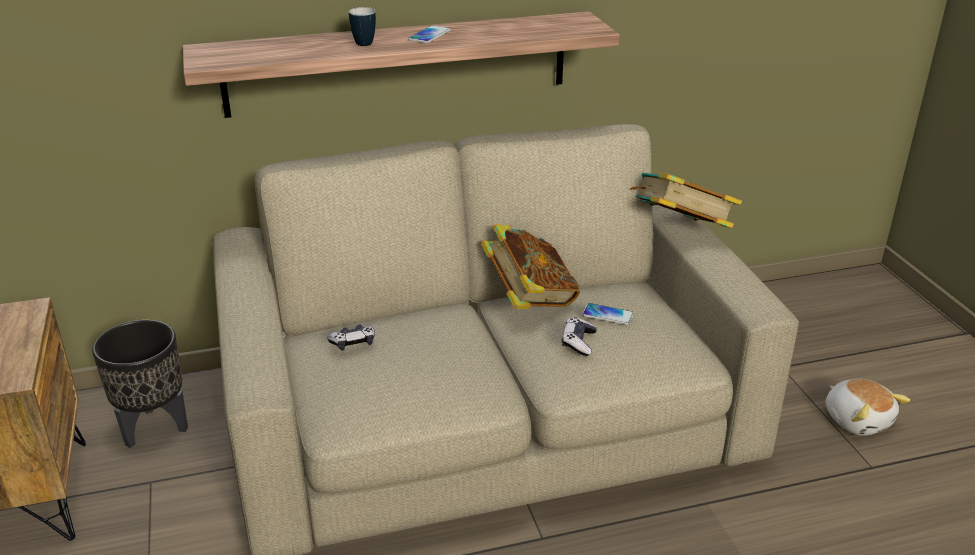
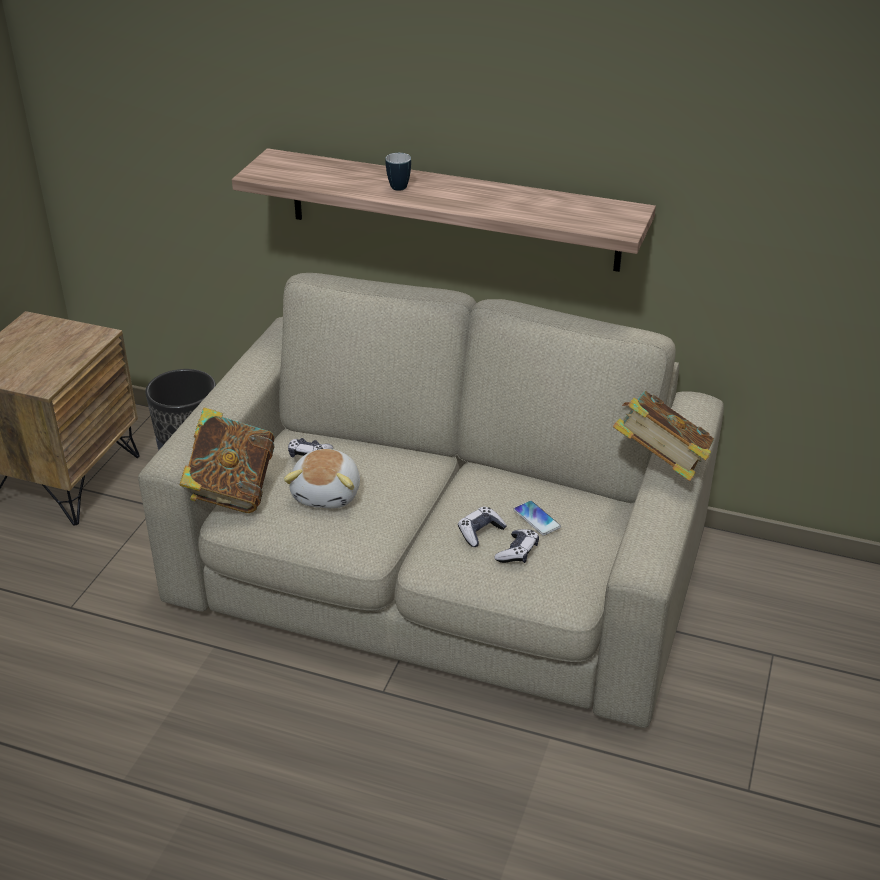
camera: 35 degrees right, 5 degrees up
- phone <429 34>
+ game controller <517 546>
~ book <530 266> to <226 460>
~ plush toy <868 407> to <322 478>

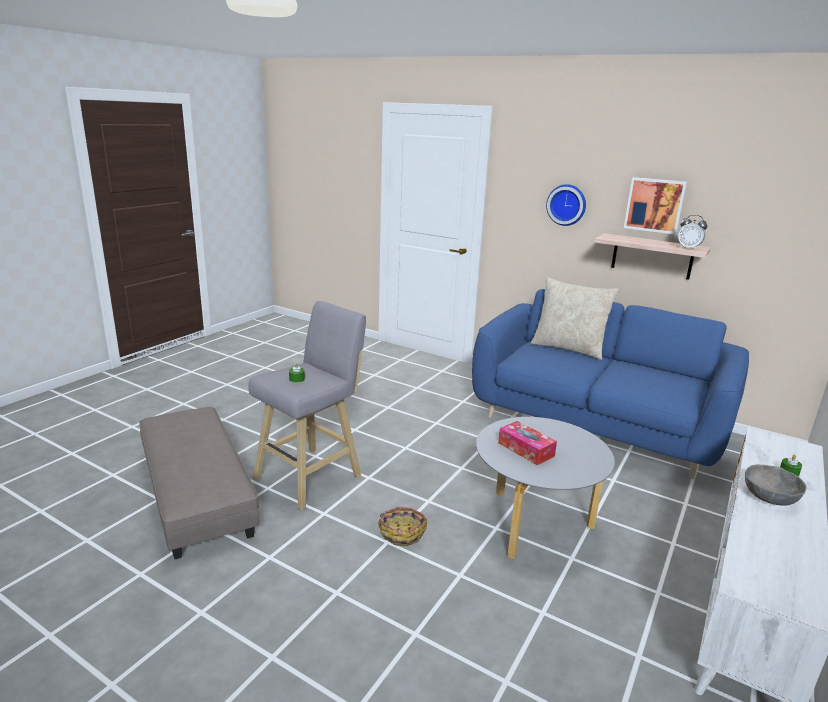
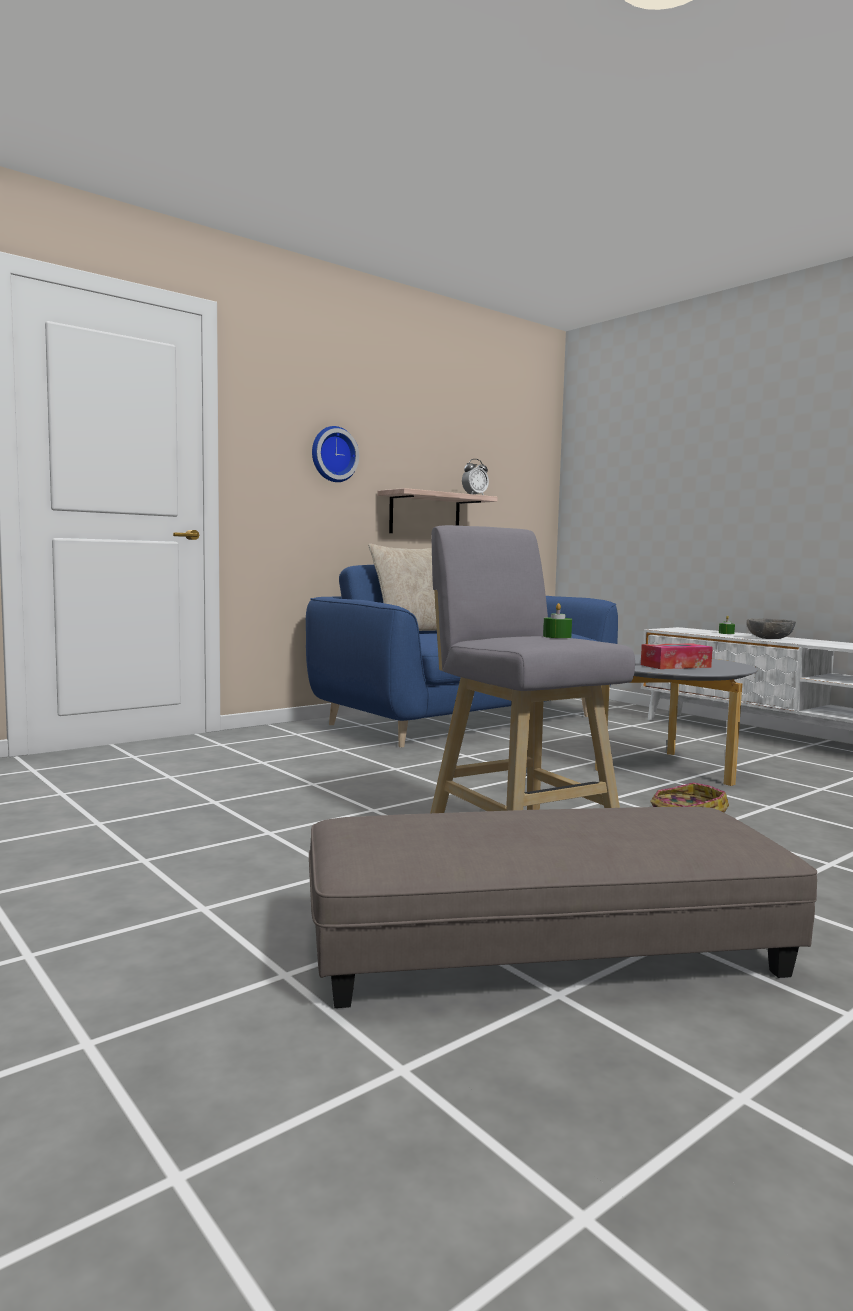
camera: 70 degrees left, 15 degrees down
- picture <655 205>

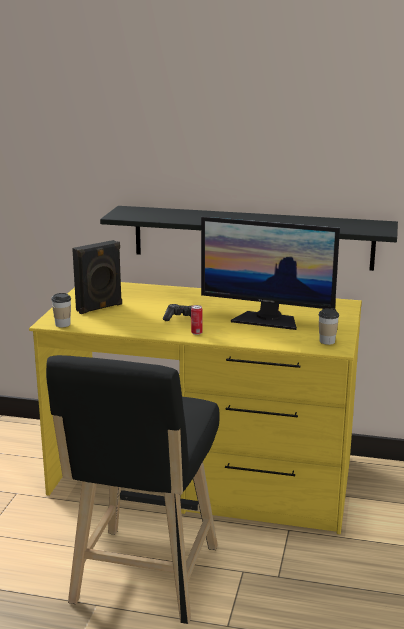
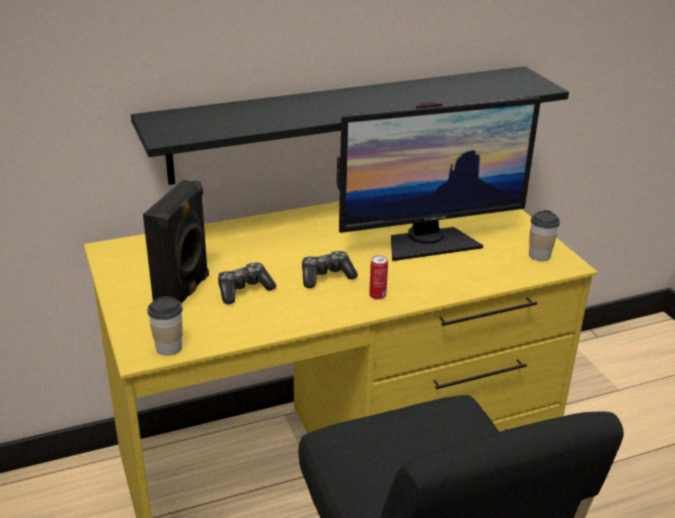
camera: 35 degrees left, 10 degrees up
+ game controller <247 283>

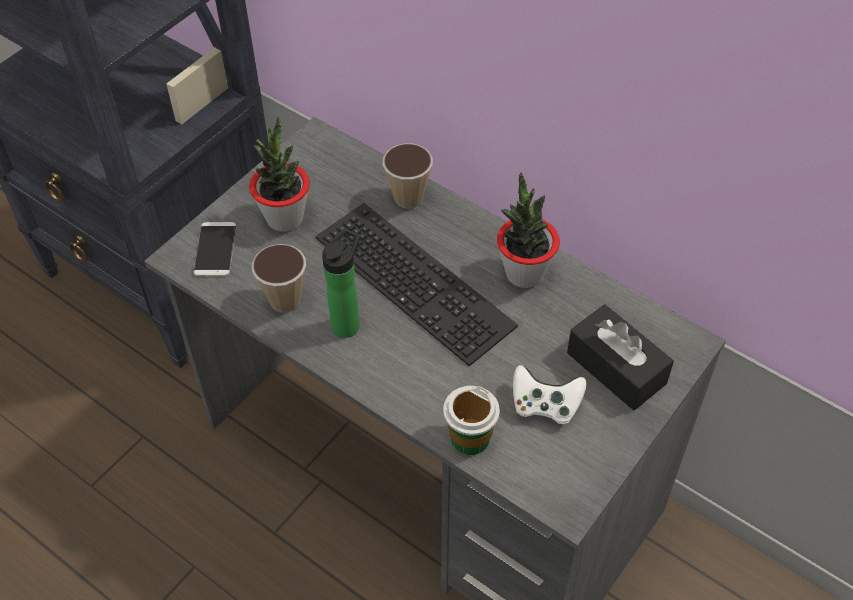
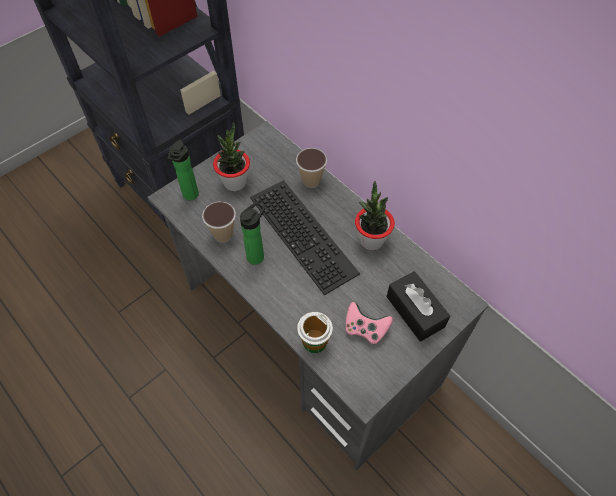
camera: 10 degrees right, 5 degrees up
~ phone <215 249> to bottle <183 170>
~ white game controller <549 394> to pink game controller <369 323>

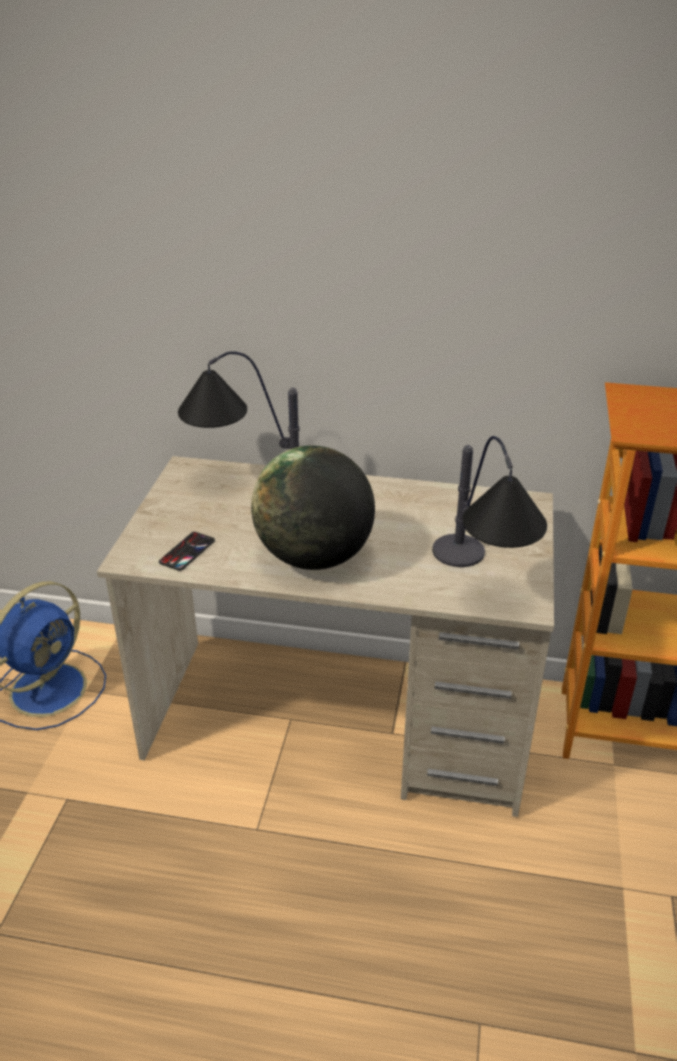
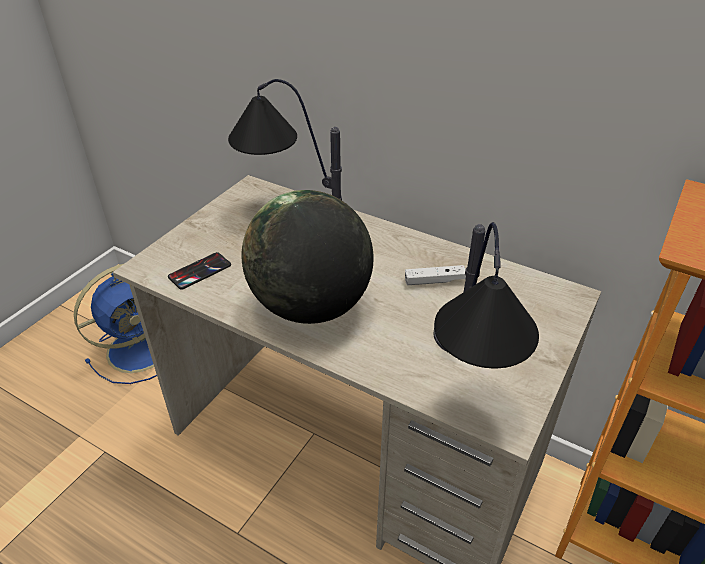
camera: 20 degrees right, 5 degrees up
+ white game controller <435 275>

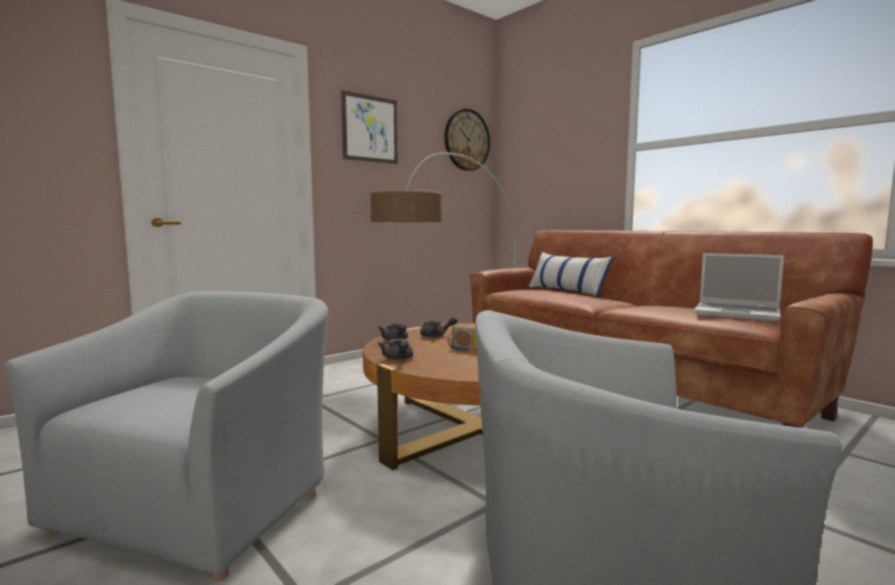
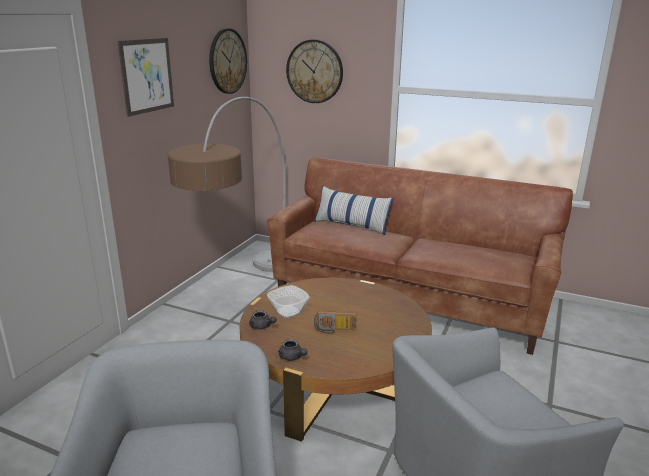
camera: 25 degrees left, 15 degrees up
- laptop <739 287>
+ wall clock <314 71>
~ grey teapot <439 327> to bowl <288 301>

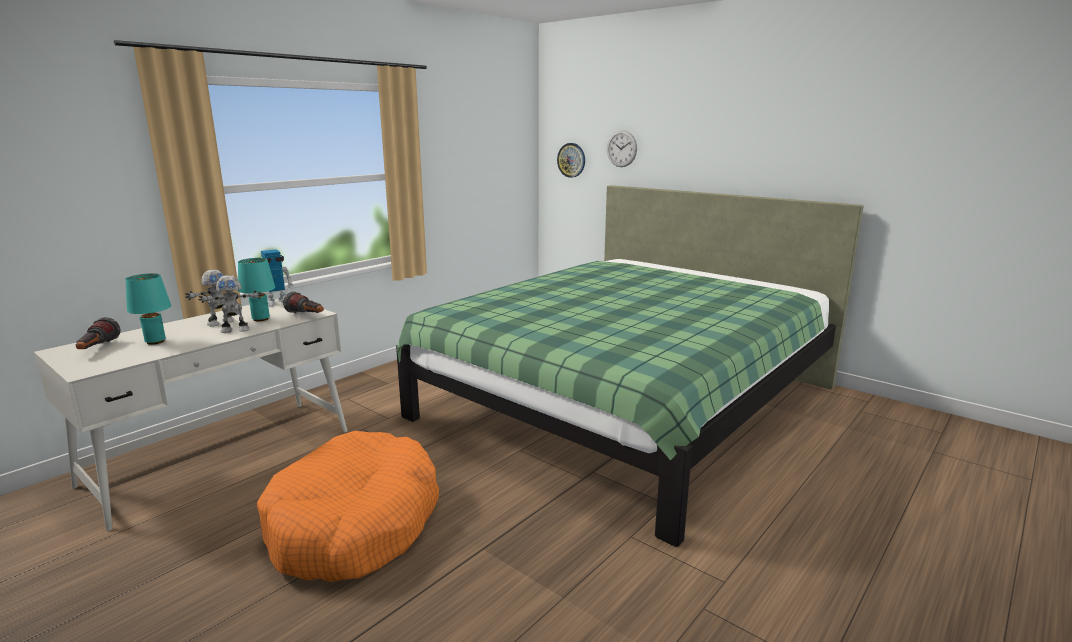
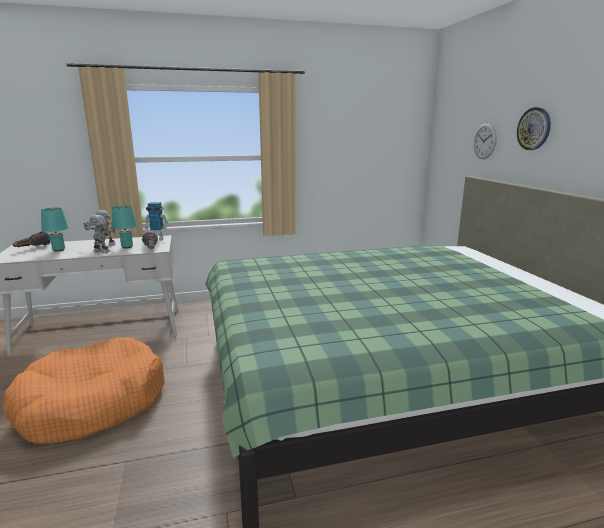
camera: 35 degrees right, 0 degrees up
~ wall clock <571 160> to <534 128>

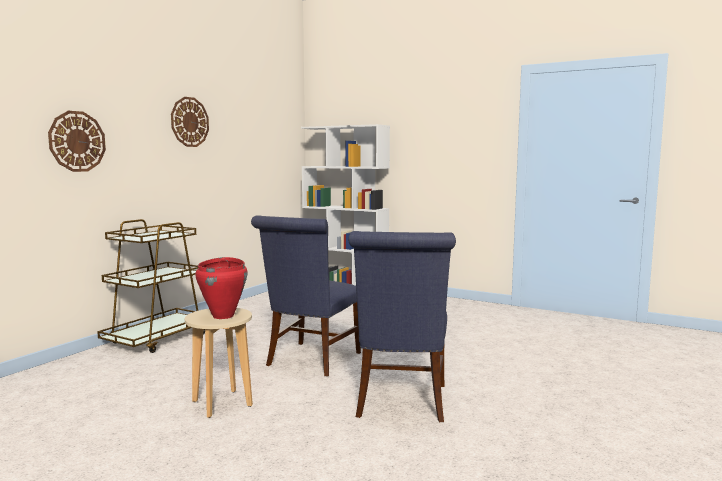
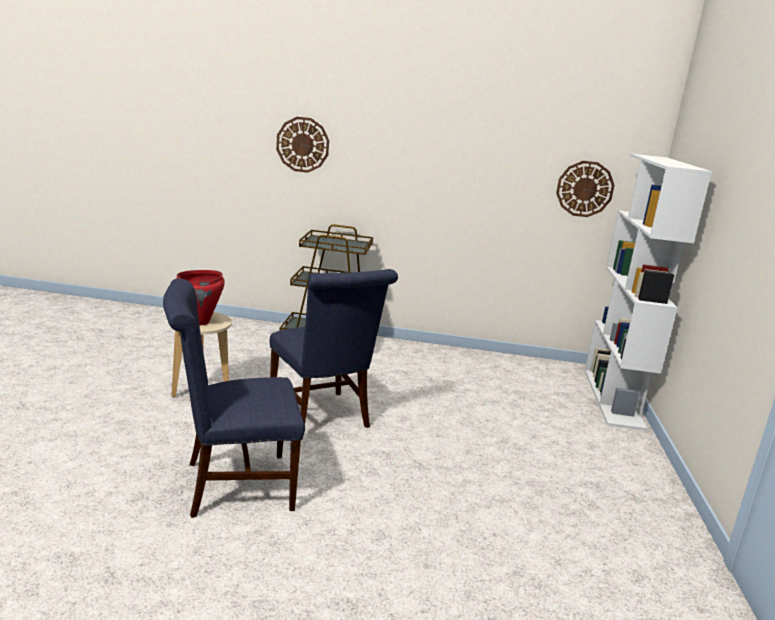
camera: 65 degrees right, 10 degrees up
~ wall clock <190 122> to <585 189>
~ blue chair <306 295> = <333 354> 120 degrees counterclockwise

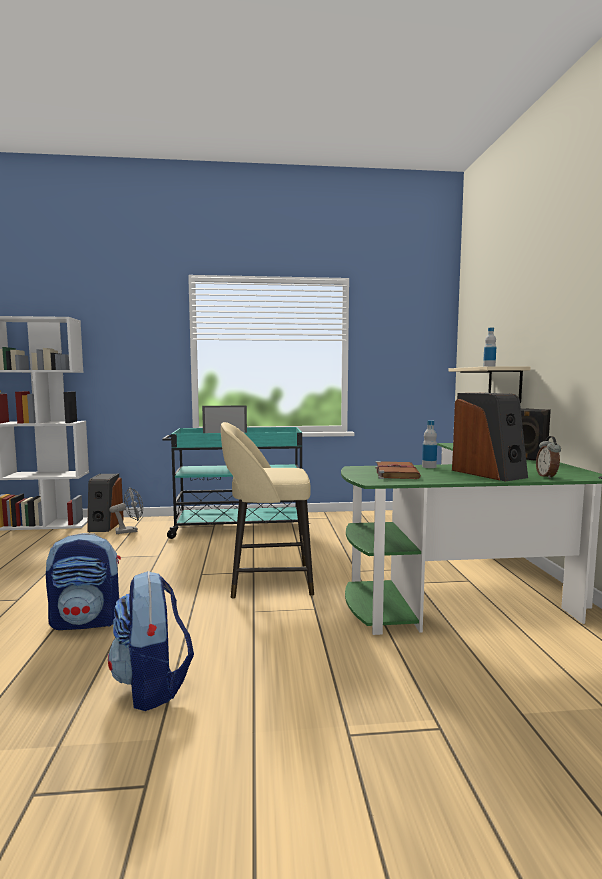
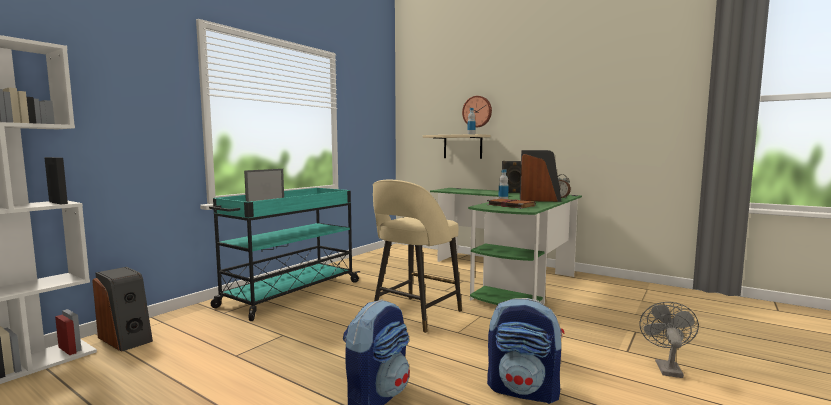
camera: 50 degrees left, 0 degrees up
+ wall clock <477 111>
~ grey fan <126 510> to <669 340>

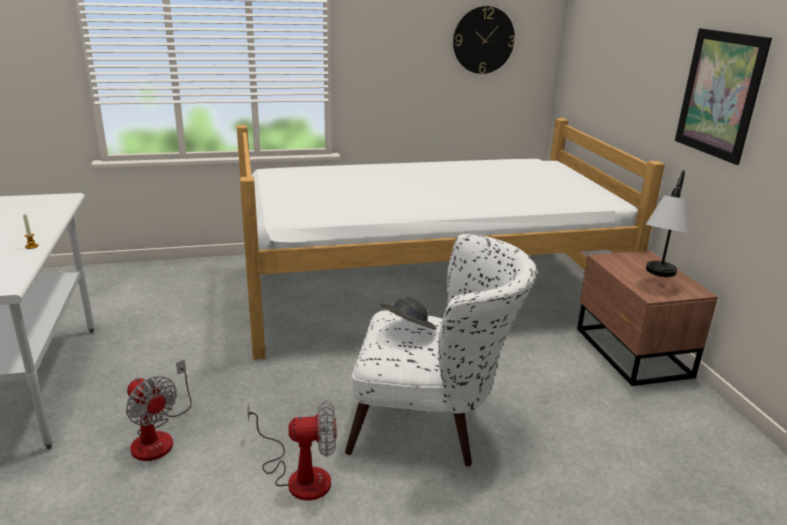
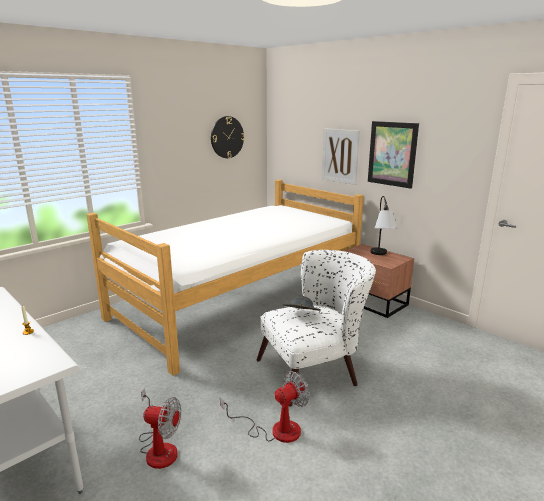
camera: 30 degrees left, 5 degrees down
+ picture <341 156>

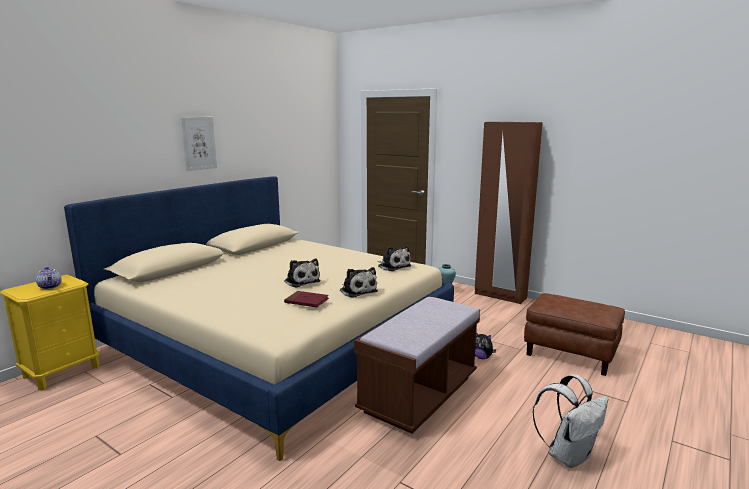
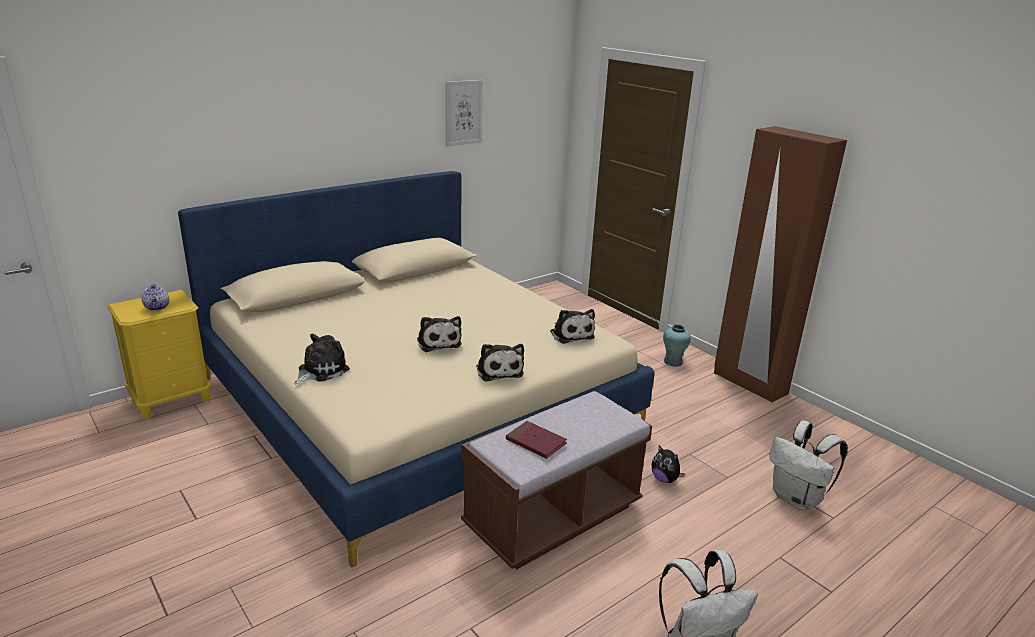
camera: 15 degrees right, 10 degrees up
+ plush toy <322 359>
~ picture <198 144> to <464 113>
~ red book <306 299> to <536 440>
~ brown ottoman <574 334> to white backpack <808 465>

